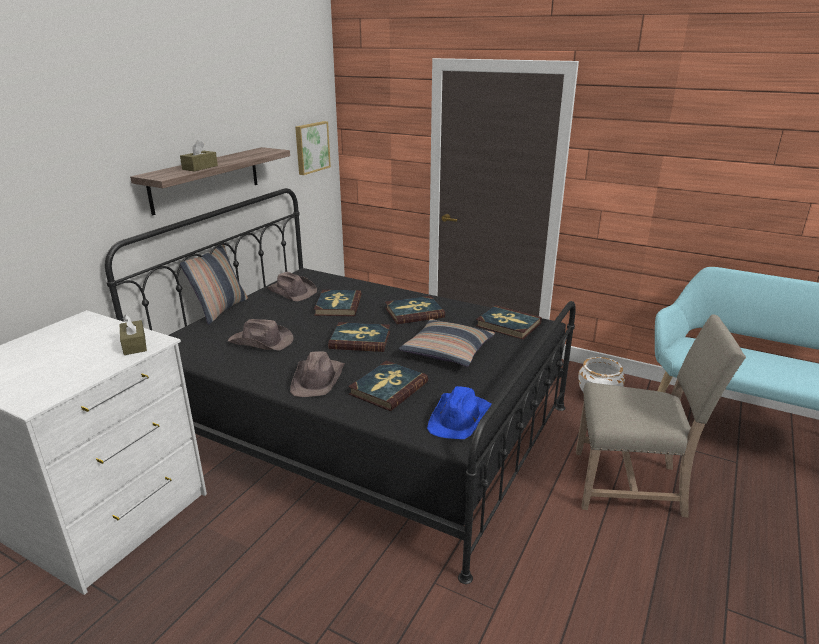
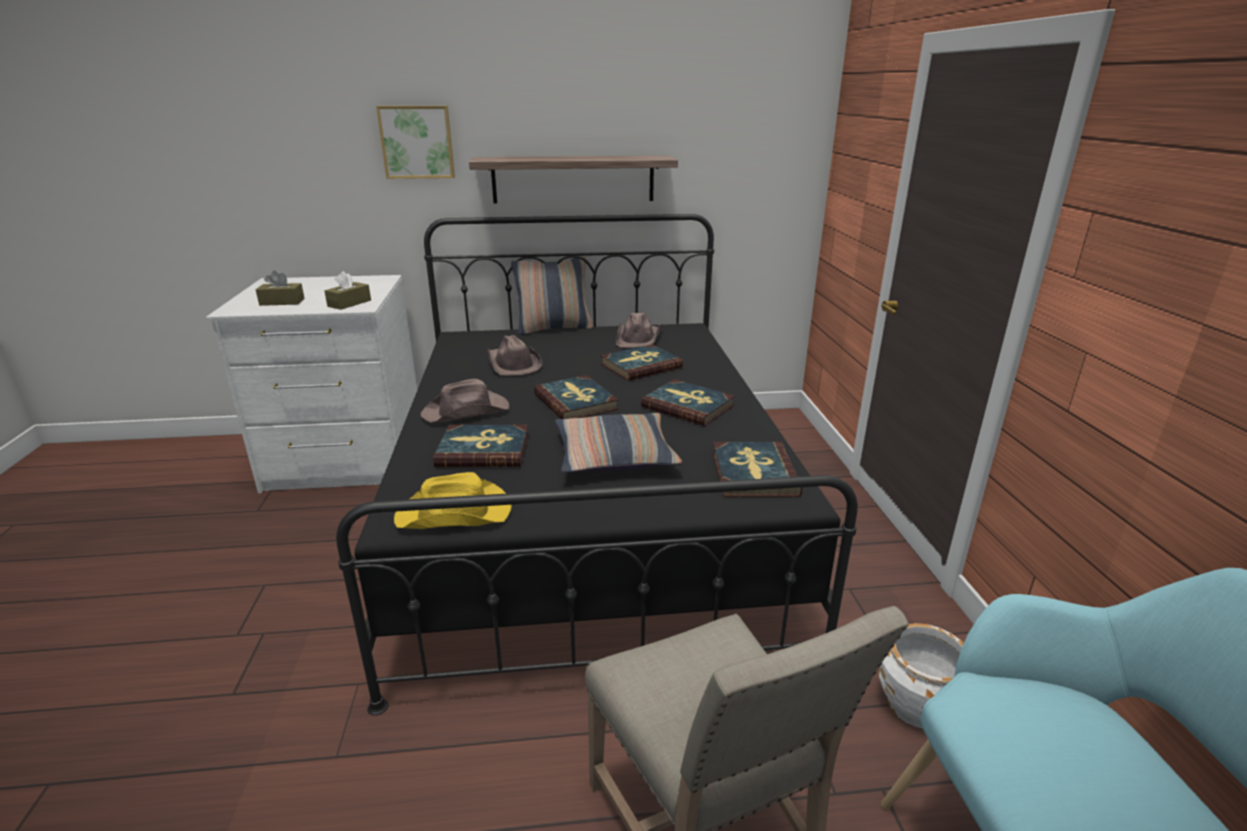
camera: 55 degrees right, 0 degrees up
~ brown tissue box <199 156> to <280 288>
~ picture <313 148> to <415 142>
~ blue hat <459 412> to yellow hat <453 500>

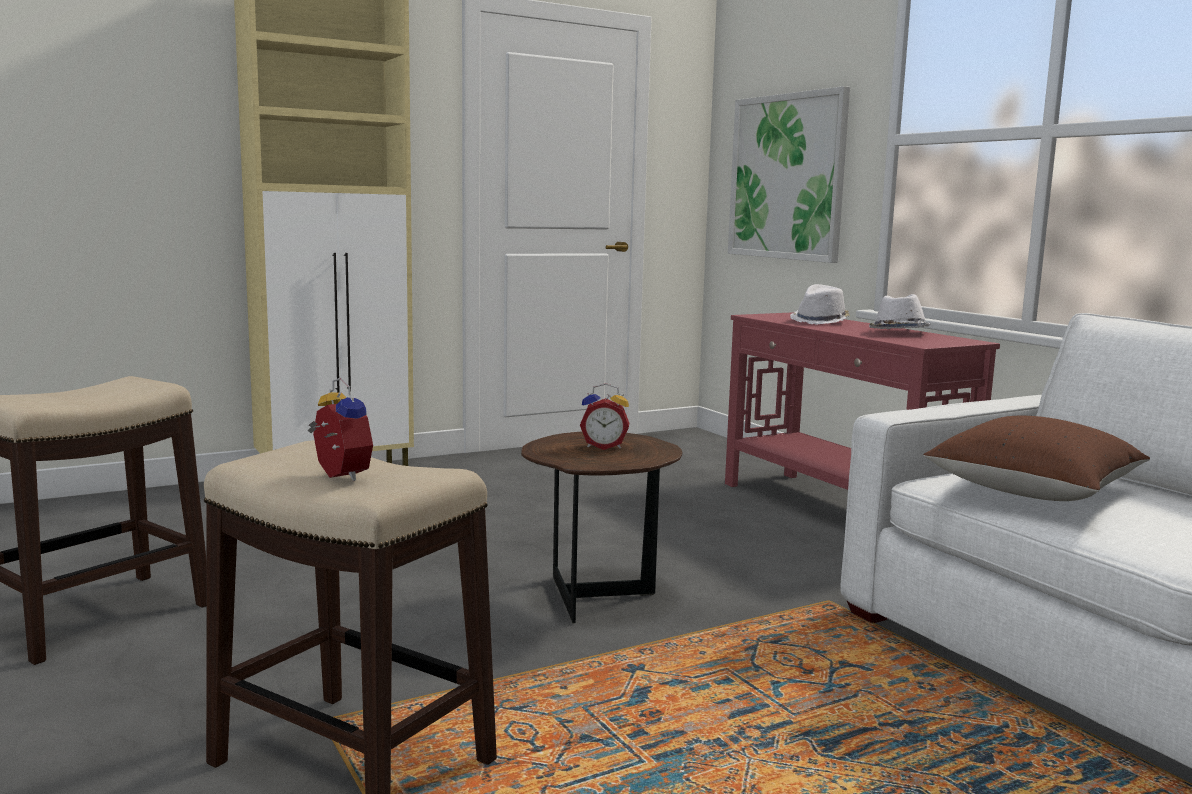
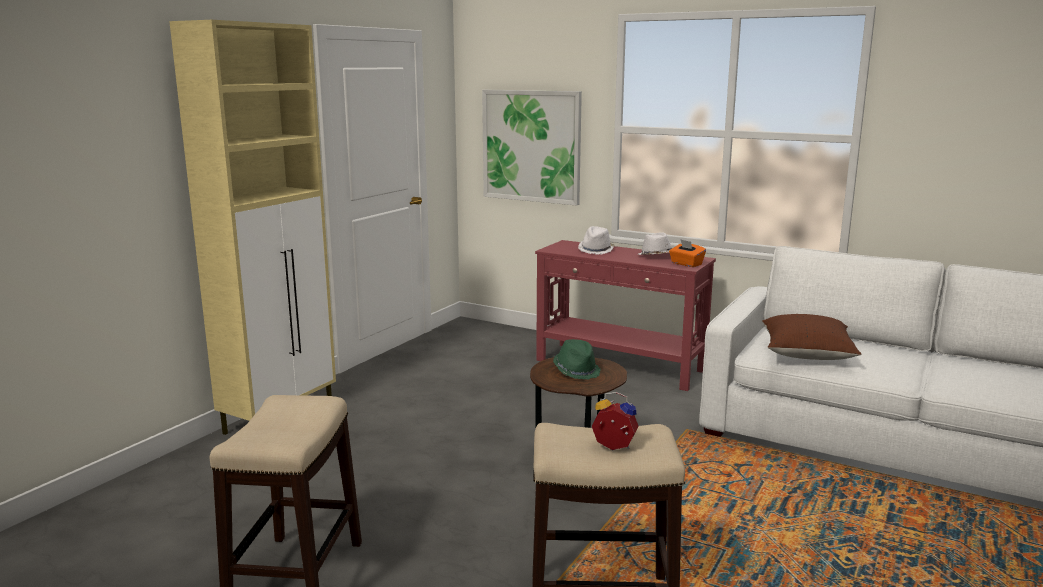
camera: 30 degrees left, 5 degrees up
+ orange tissue box <687 253>
~ alarm clock <604 416> to green hat <576 359>

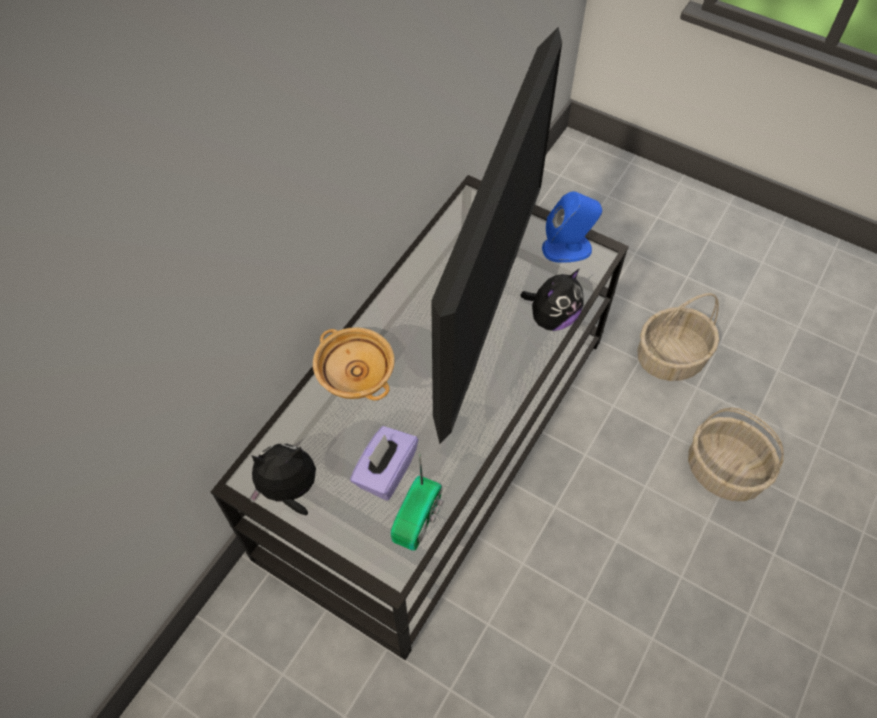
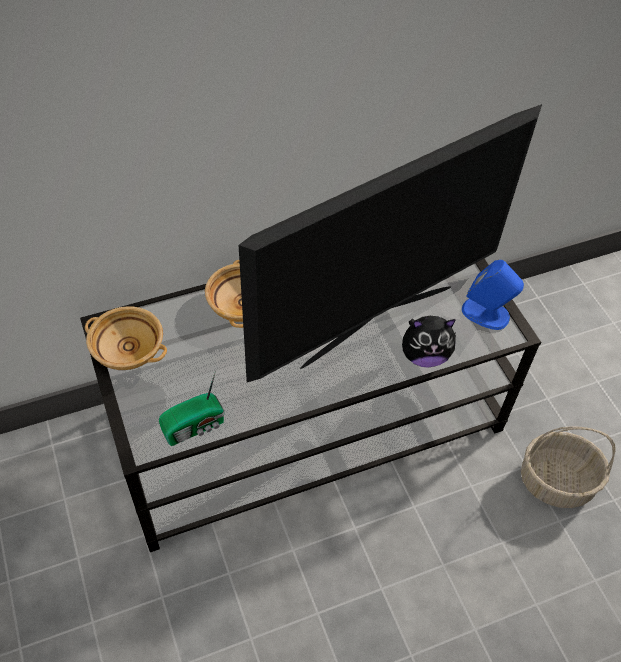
camera: 35 degrees right, 5 degrees down
- purple tissue box <384 463>
- basket <736 454>
~ plush toy <282 480> to beige bowl <126 338>

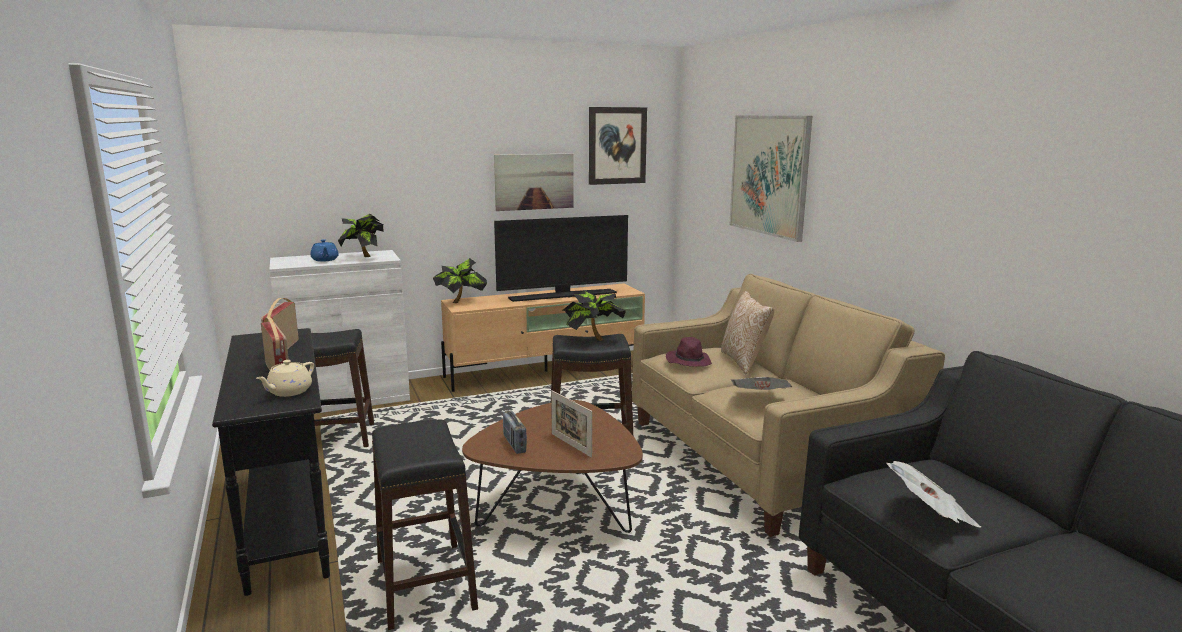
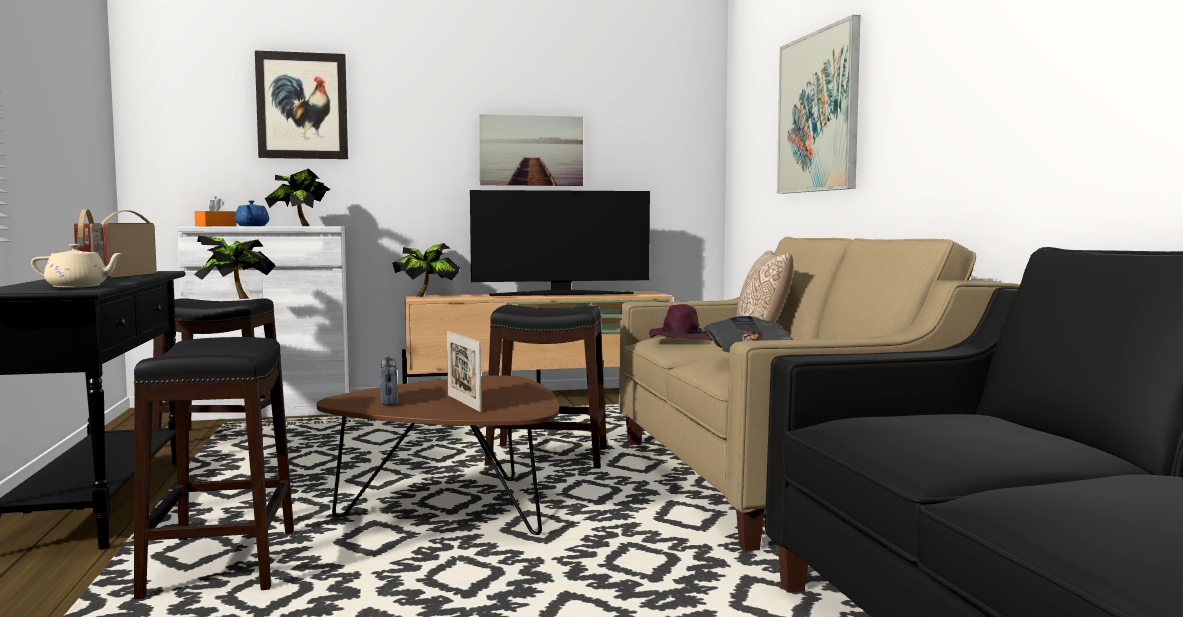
camera: 10 degrees right, 10 degrees down
- newspaper <933 494>
+ orange tissue box <216 211>
~ potted plant <594 315> to <234 267>
~ picture <618 146> to <301 104>
~ beige teapot <285 378> = <77 266> 135 degrees counterclockwise

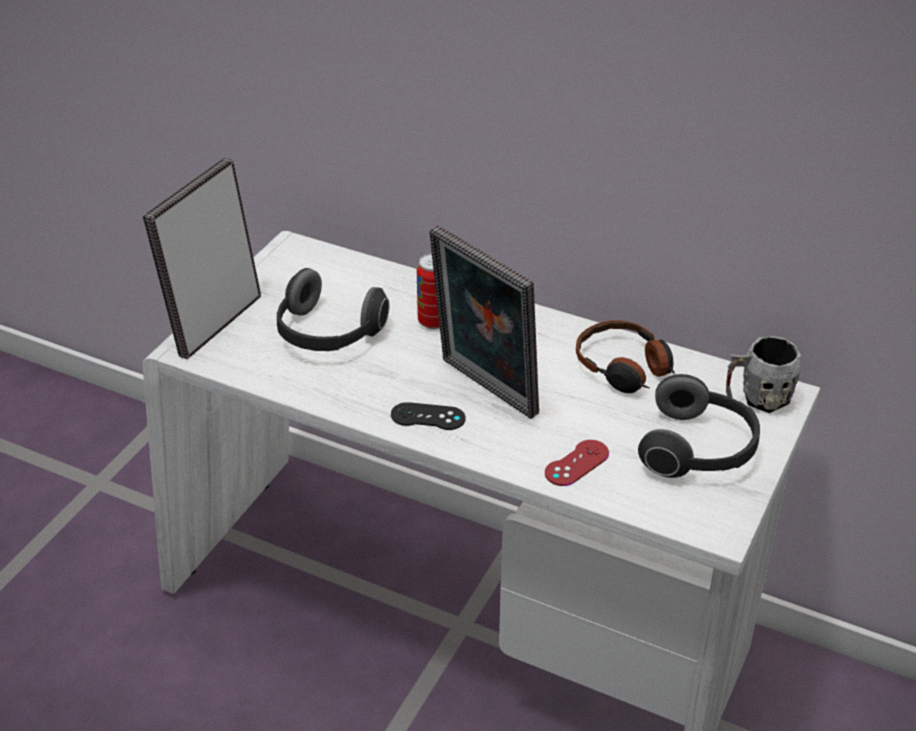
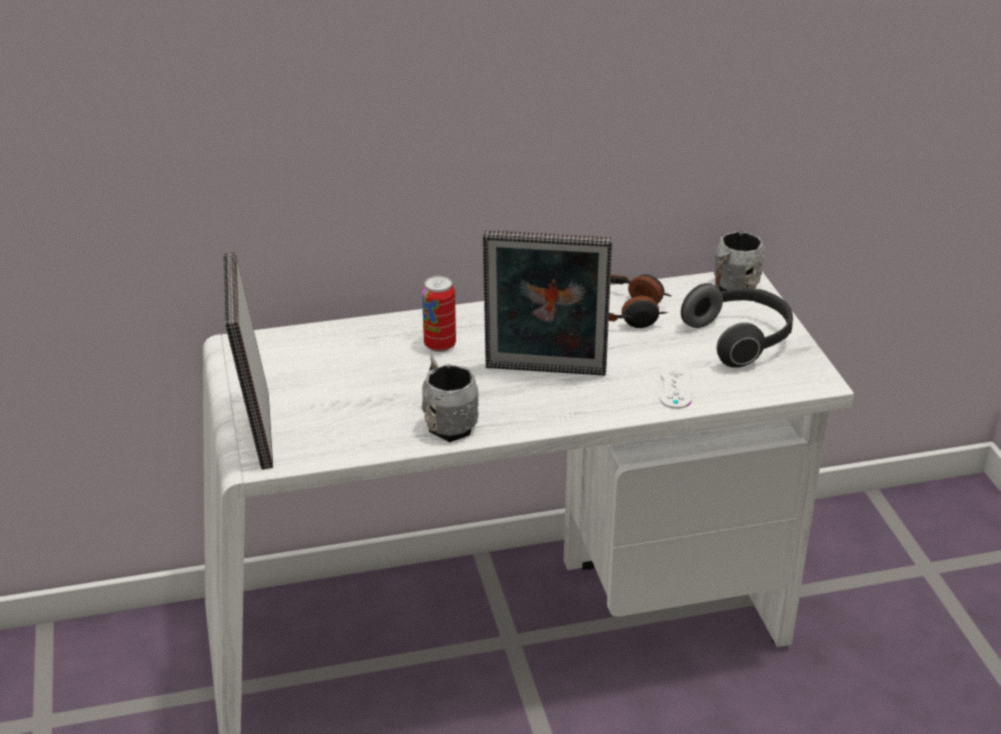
camera: 40 degrees left, 5 degrees down
- headphones <333 309>
- black game controller <428 416>
+ grey mug <450 398>
~ red game controller <577 463> to white game controller <676 387>

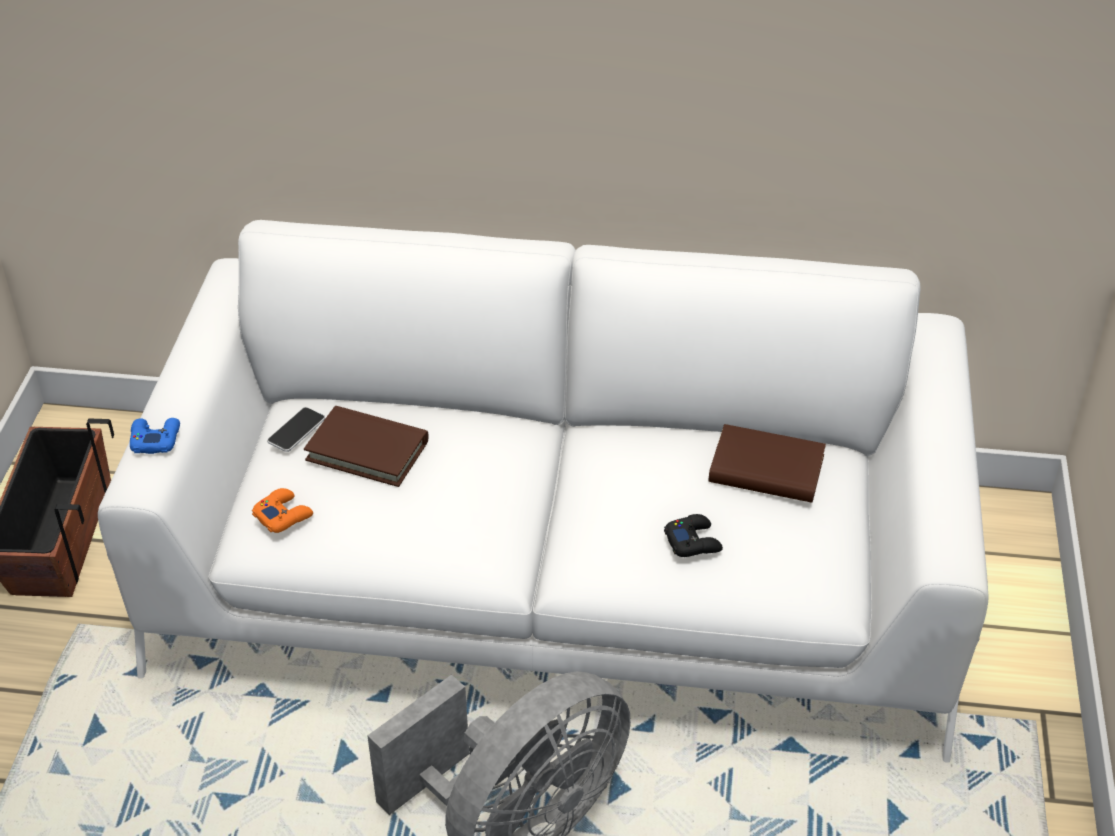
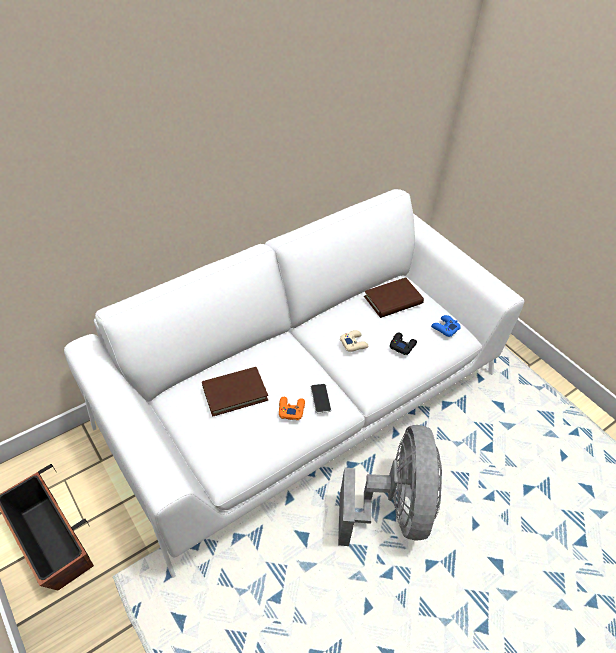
camera: 45 degrees left, 5 degrees up
+ beige game controller <354 341>
~ blue game controller <155 436> to <445 326>
~ orange game controller <282 510> to <292 408>
~ phone <296 429> to <321 398>

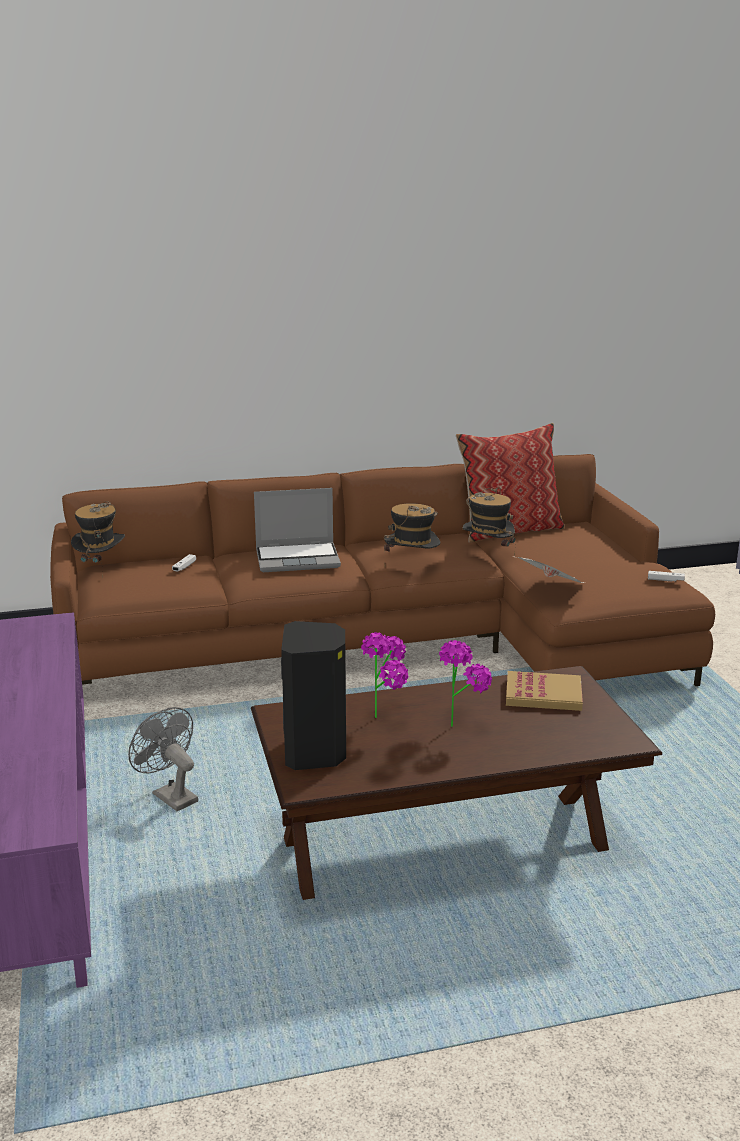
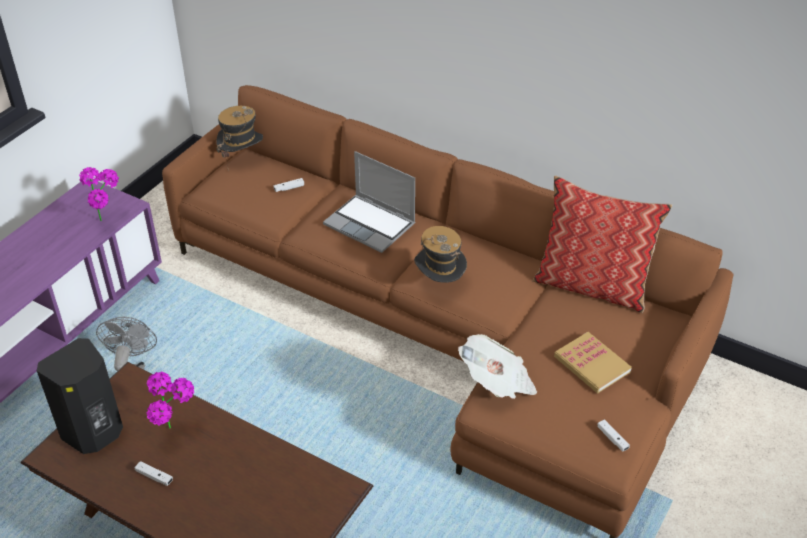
camera: 45 degrees right, 20 degrees up
- hat <489 522>
+ white game controller <154 473>
~ potted plant <465 683> to <99 194>
~ book <544 691> to <593 362>

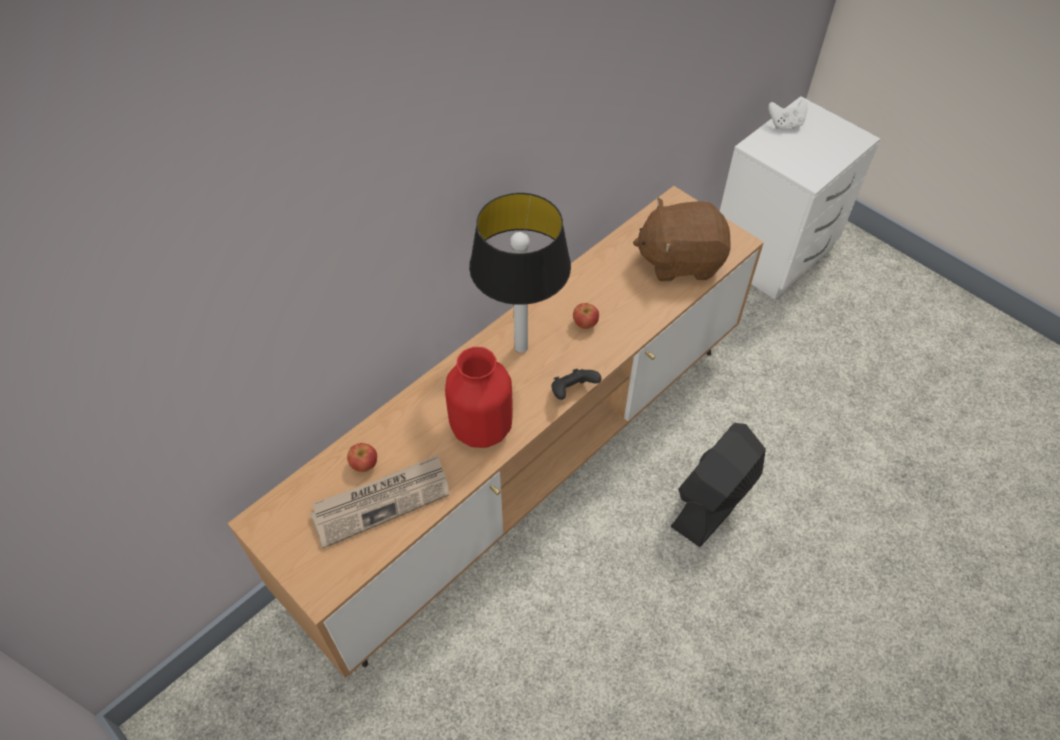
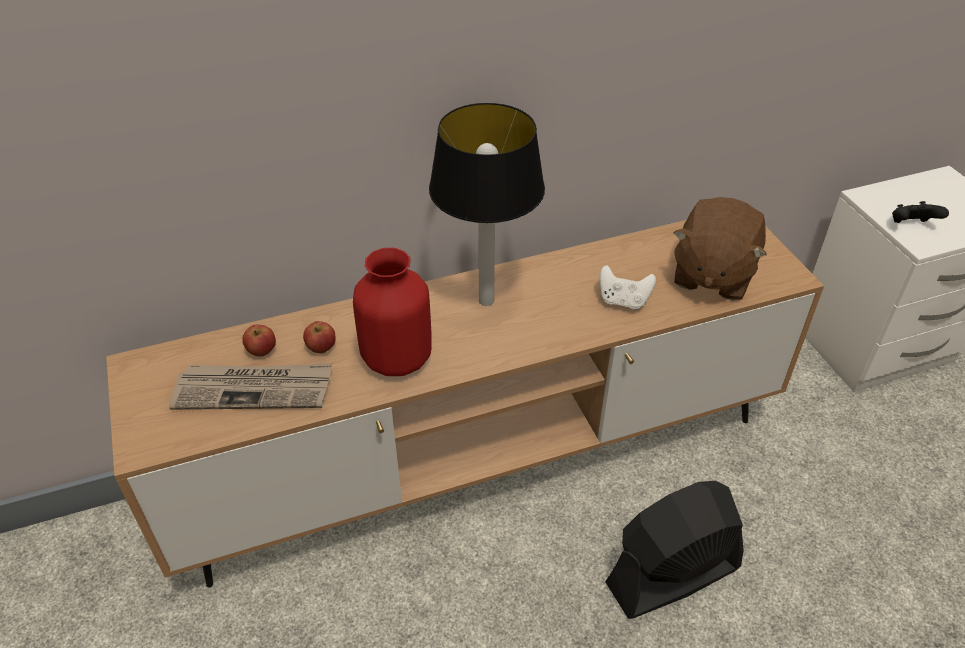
camera: 25 degrees right, 10 degrees down
~ black game controller <576 384> to <920 212>
~ apple <586 316> to <319 337>
~ white game controller <788 114> to <628 287>
~ brown plush toy <681 239> = <720 248> 90 degrees counterclockwise

